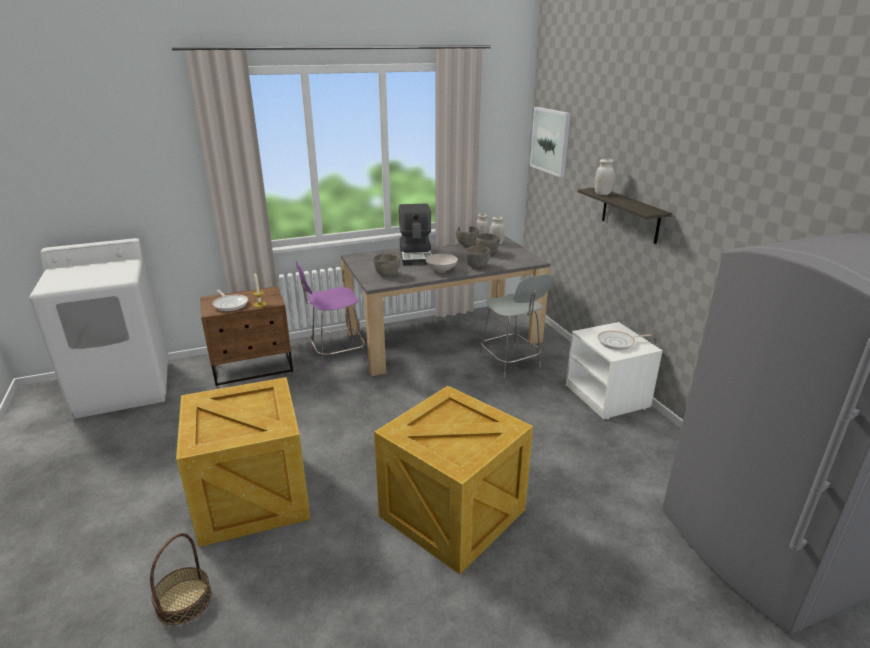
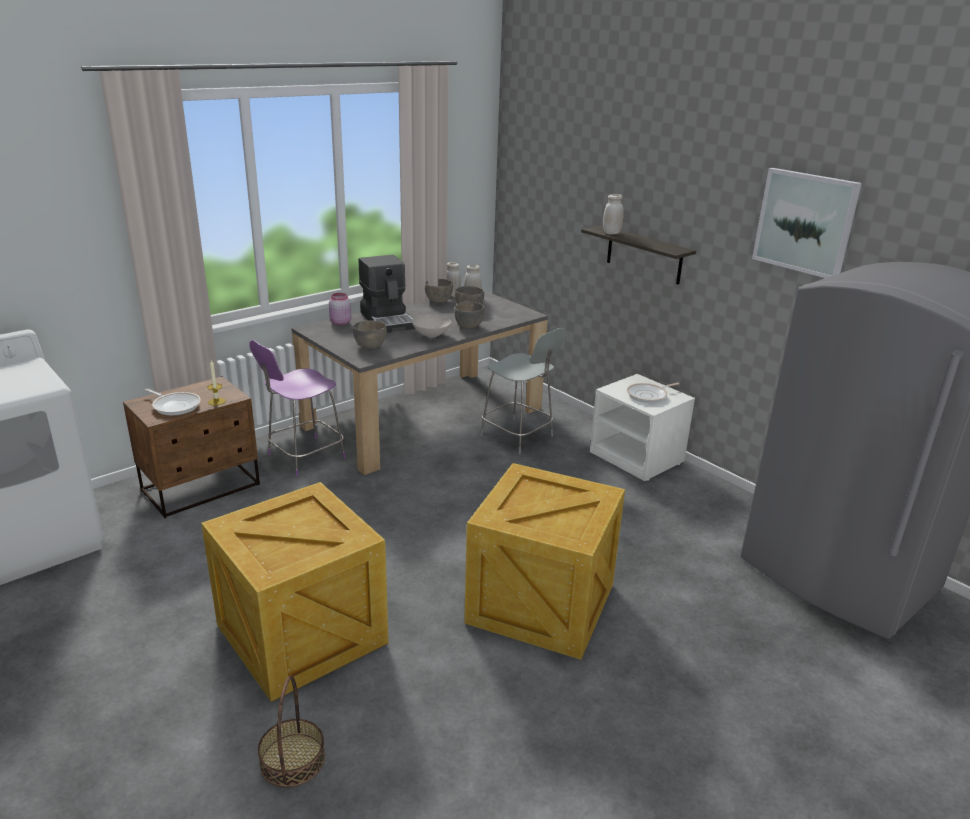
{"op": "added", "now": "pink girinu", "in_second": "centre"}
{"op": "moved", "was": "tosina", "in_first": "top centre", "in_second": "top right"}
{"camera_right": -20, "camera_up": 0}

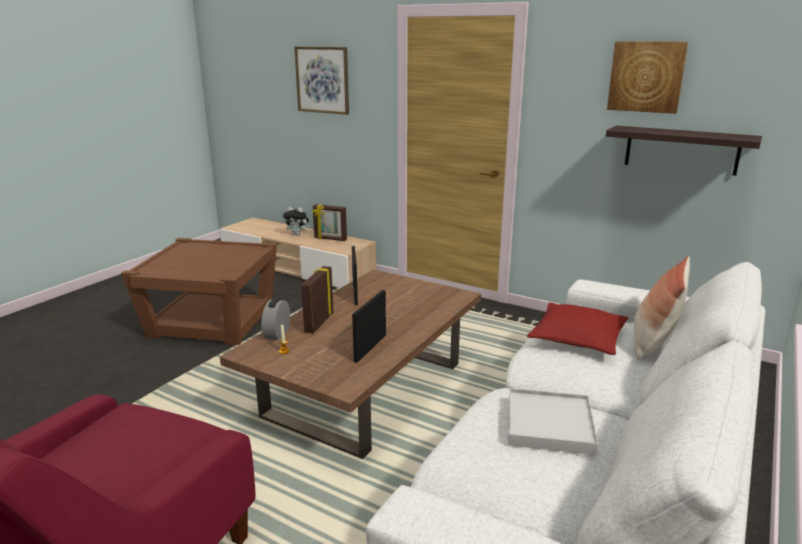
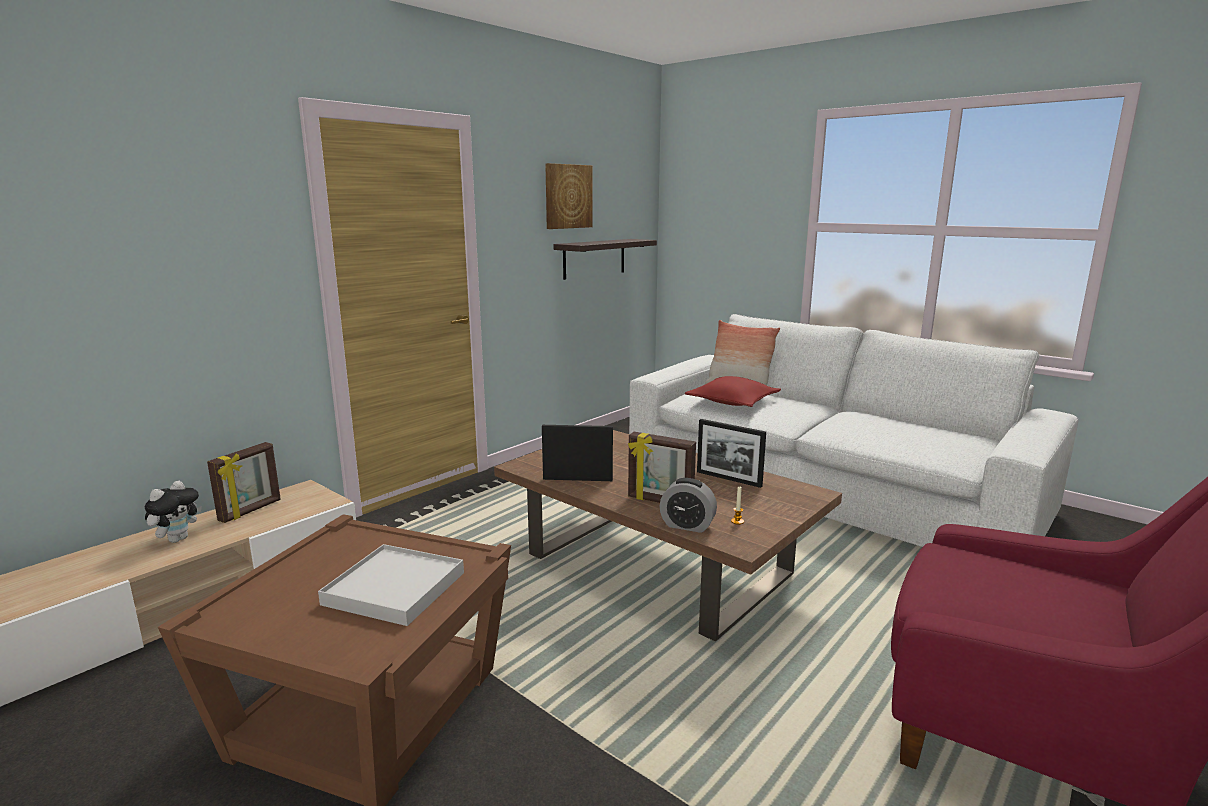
{"op": "removed", "was": "tosina (1st from left)", "in_first": "top centre"}
{"op": "moved", "was": "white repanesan", "in_first": "bottom right", "in_second": "bottom left"}
{"camera_right": -80, "camera_up": -5}

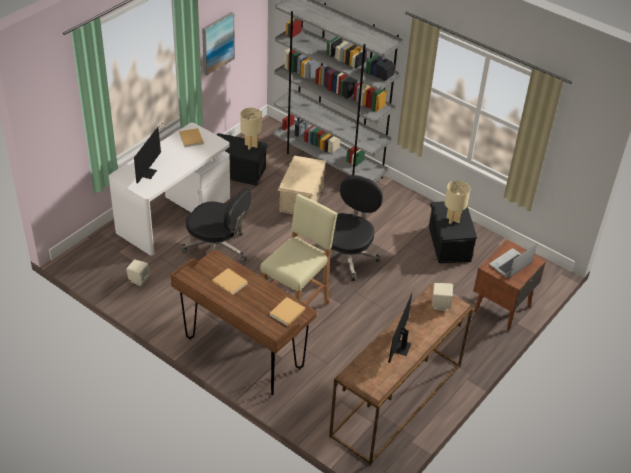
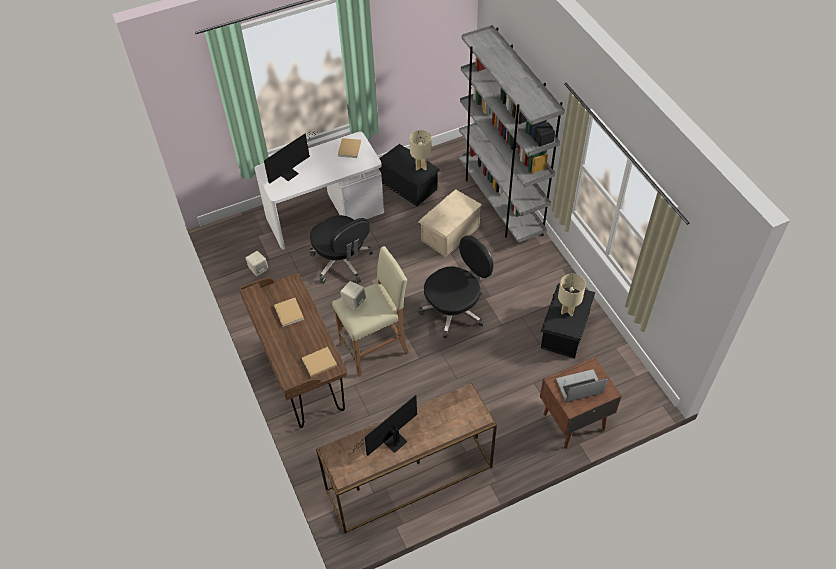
{"op": "removed", "was": "tosina", "in_first": "top centre"}
{"op": "moved", "was": "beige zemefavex (2nd from left)", "in_first": "middle right", "in_second": "centre"}
{"camera_right": 30, "camera_up": 10}

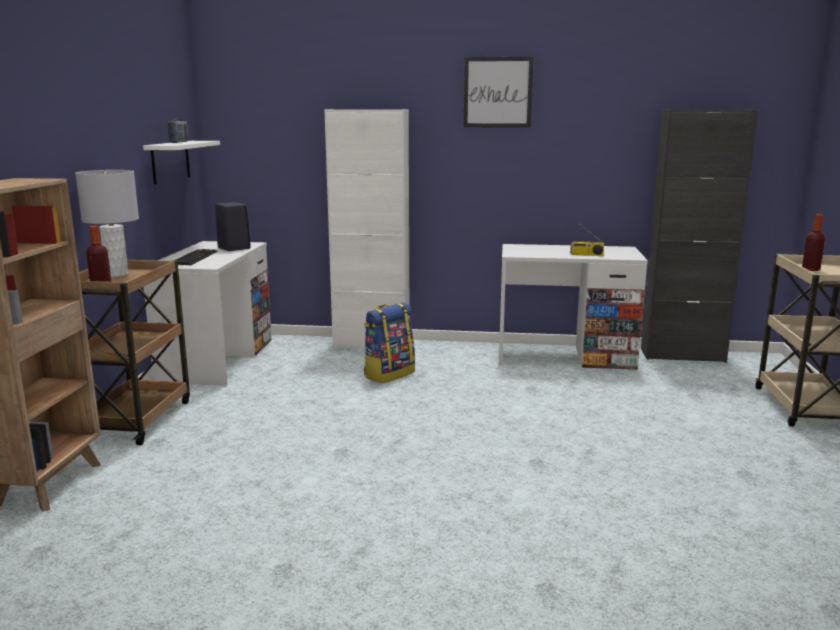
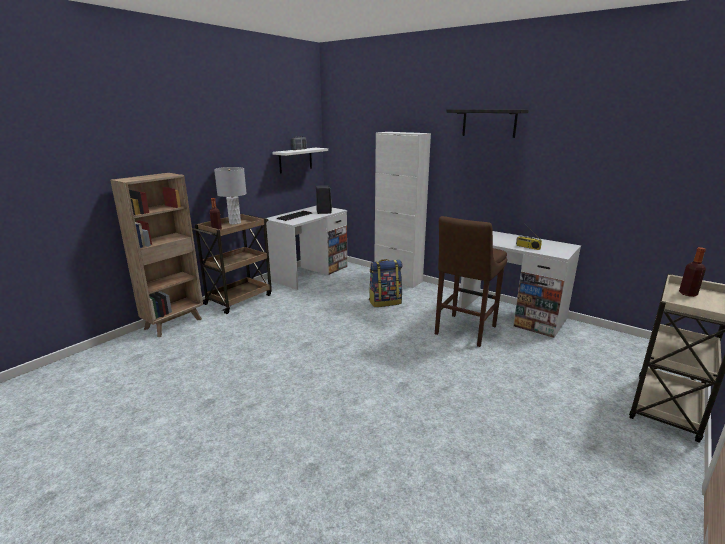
{"op": "removed", "was": "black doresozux", "in_first": "middle right"}
{"op": "added", "now": "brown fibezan", "in_second": "centre"}
{"op": "replaced", "was": "tosina", "now": "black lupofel", "in_first": "top centre", "in_second": "top right"}
{"camera_right": 30, "camera_up": 5}

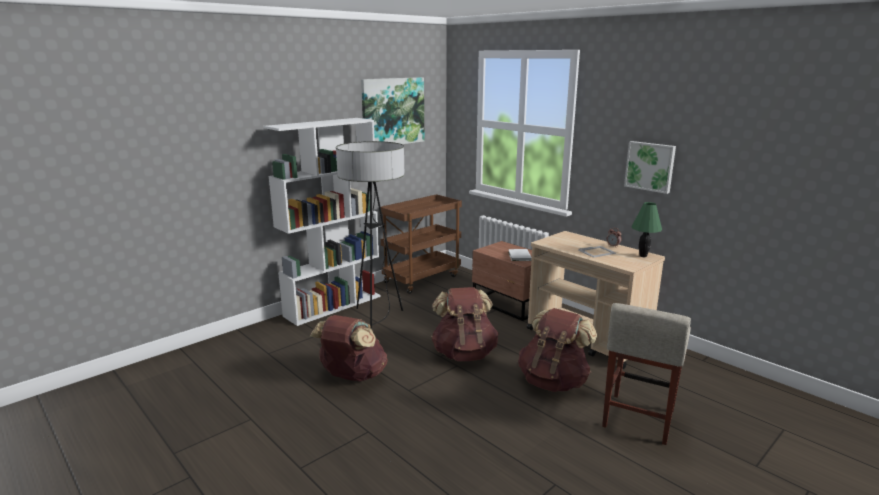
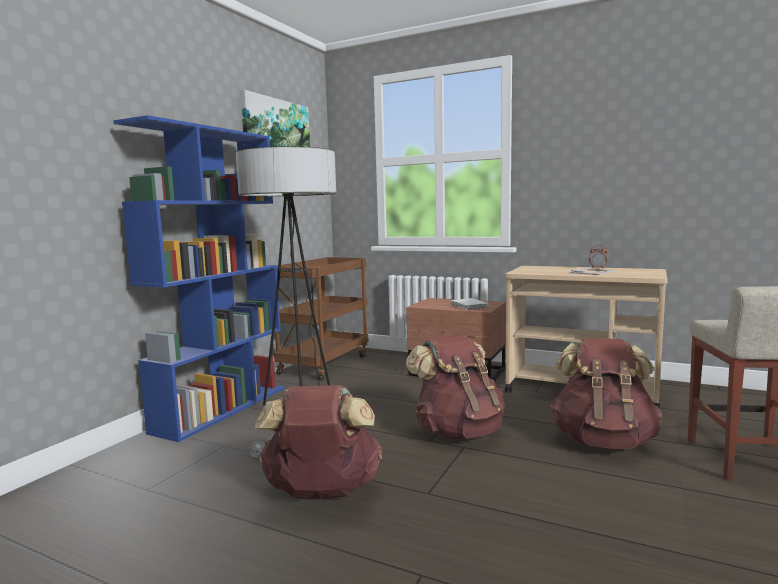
{"op": "removed", "was": "tosina (2nd from left)", "in_first": "middle right"}
{"op": "removed", "was": "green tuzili", "in_first": "middle right"}
{"op": "recoloured", "was": "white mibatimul", "now": "blue mibatimul", "in_first": "centre", "in_second": "middle left"}
{"camera_right": -20, "camera_up": -10}

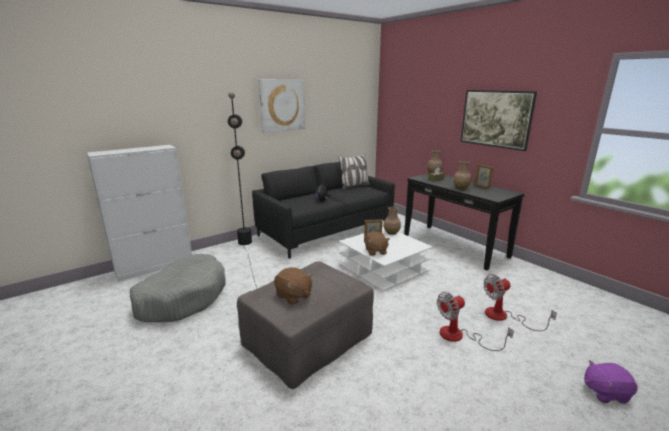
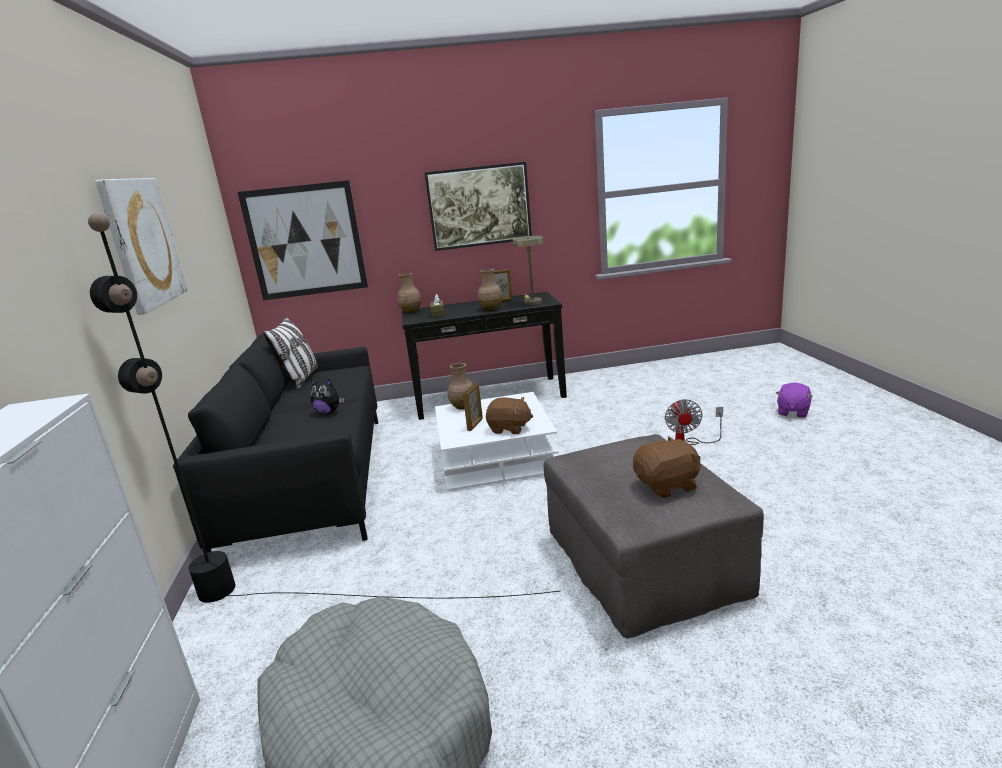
{"op": "removed", "was": "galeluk (2nd from left)", "in_first": "bottom right"}
{"op": "added", "now": "tosina (2nd from left)", "in_second": "top left"}
{"op": "added", "now": "beige tuzili", "in_second": "centre"}
{"camera_right": -60, "camera_up": 0}

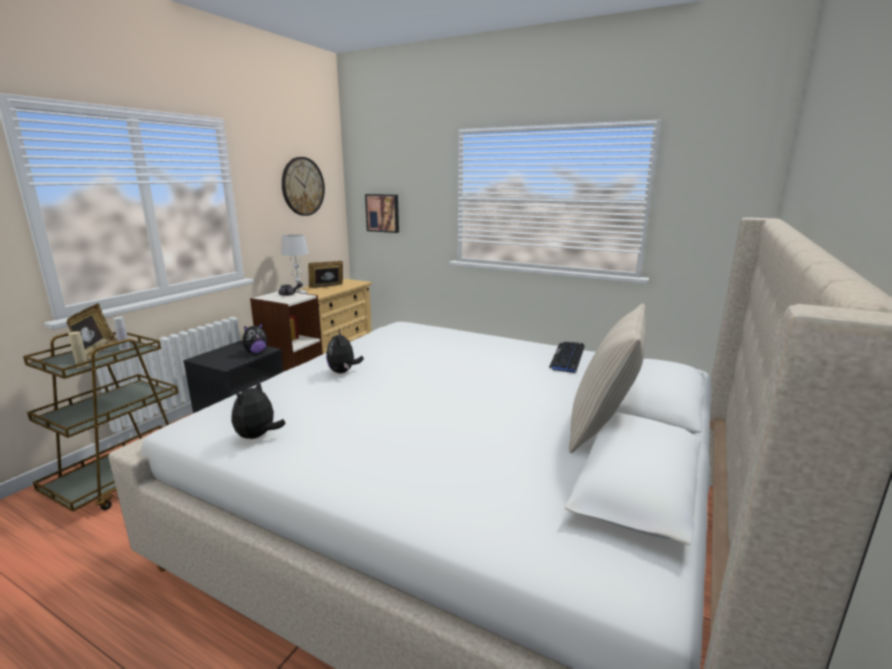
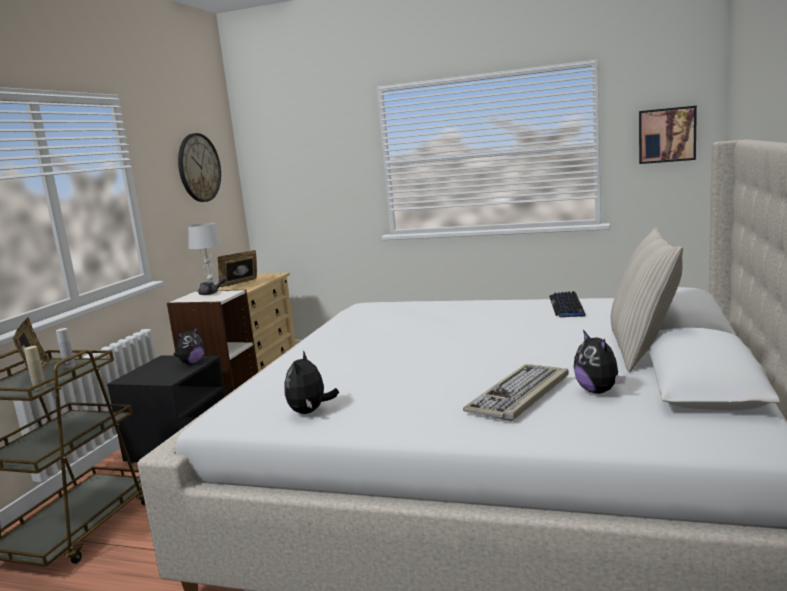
{"op": "added", "now": "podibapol (1st from left)", "in_second": "centre"}
{"op": "moved", "was": "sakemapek (3rd from left)", "in_first": "centre", "in_second": "middle right"}
{"op": "moved", "was": "tosina", "in_first": "top centre", "in_second": "top right"}
{"camera_right": -10, "camera_up": -5}

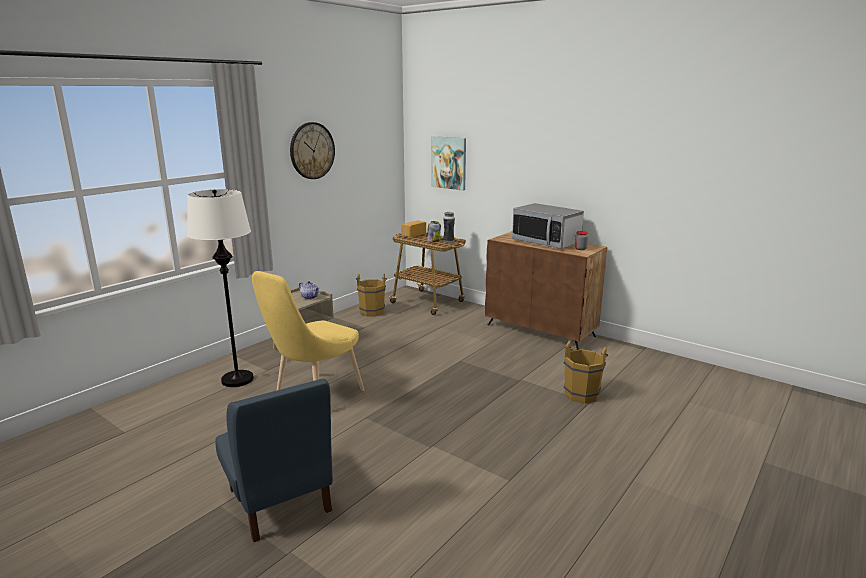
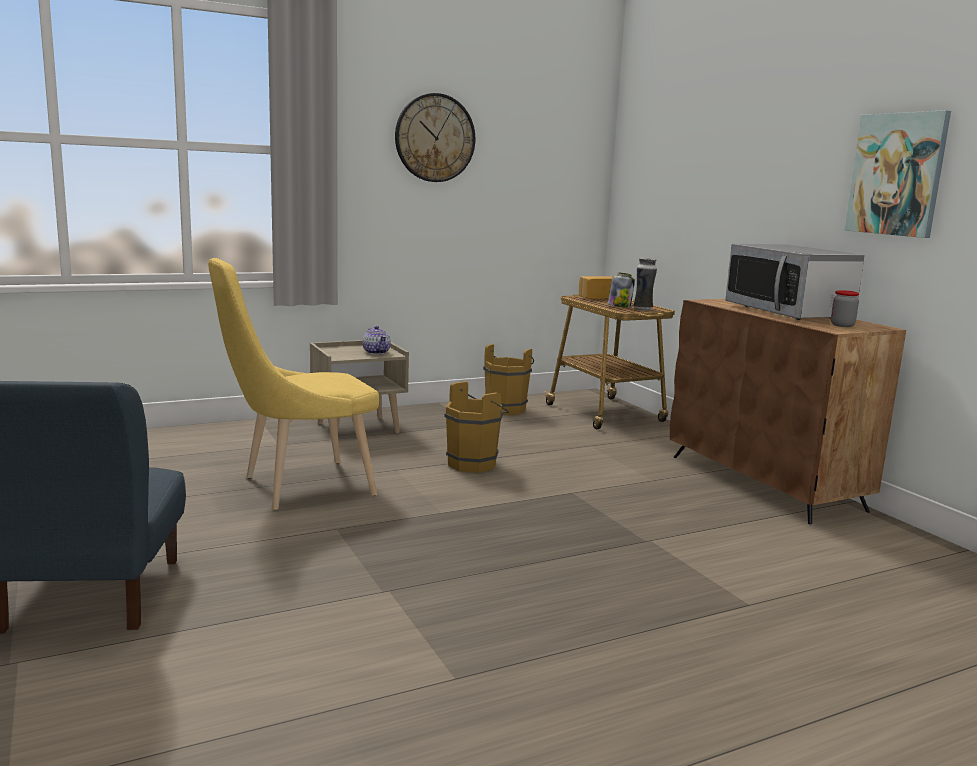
{"op": "removed", "was": "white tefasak", "in_first": "middle left"}
{"op": "moved", "was": "tosina", "in_first": "top centre", "in_second": "top right"}
{"op": "moved", "was": "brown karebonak (2nd from left in the first image)", "now": "brown karebonak (1st from left)", "in_first": "middle right", "in_second": "centre"}
{"camera_right": 25, "camera_up": -5}

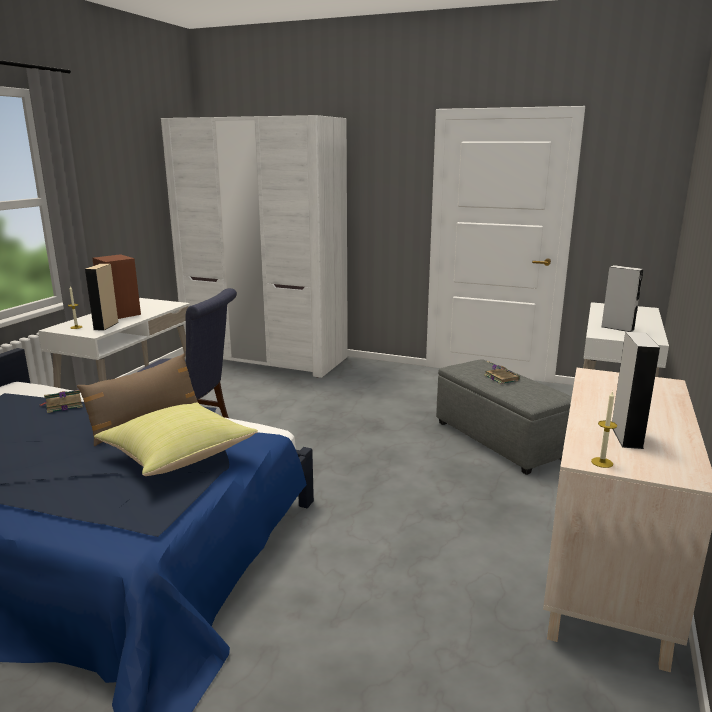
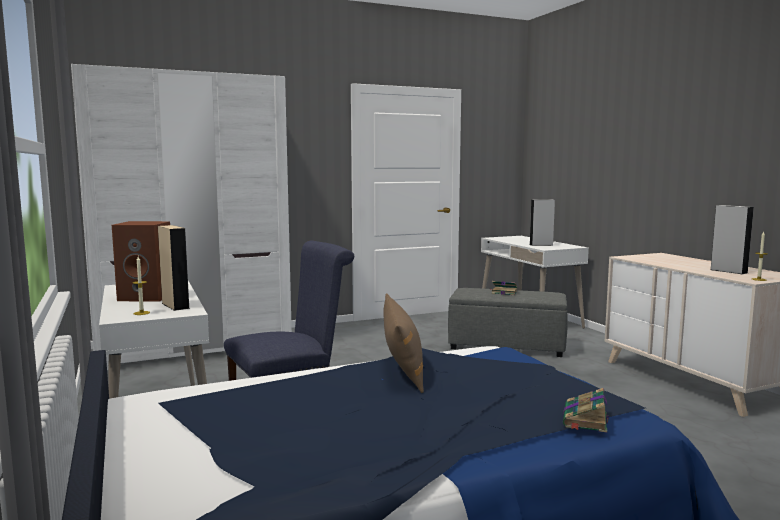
{"op": "removed", "was": "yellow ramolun", "in_first": "middle left"}
{"op": "moved", "was": "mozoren (1st from left in the first image)", "now": "mozoren (2nd from left)", "in_first": "middle left", "in_second": "bottom right"}
{"camera_right": -45, "camera_up": -10}

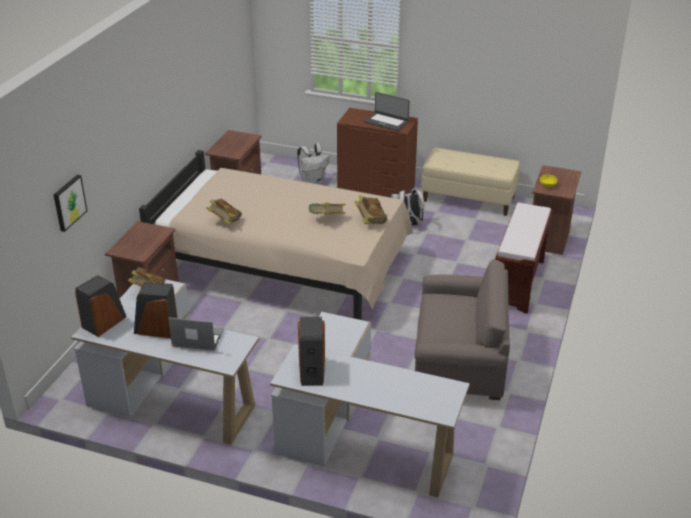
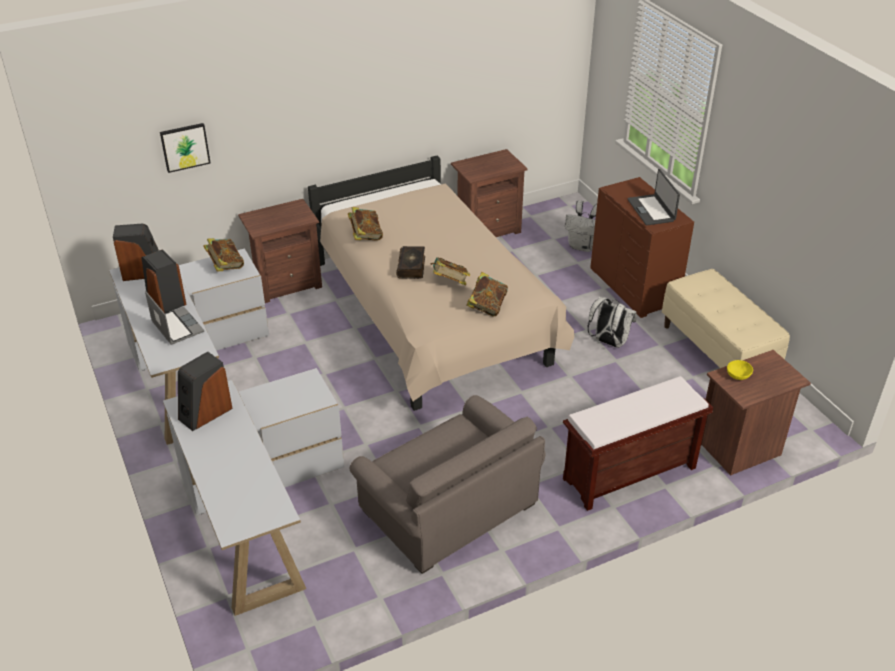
{"op": "added", "now": "mozoren (3rd from left)", "in_second": "centre"}
{"camera_right": 45, "camera_up": 5}

